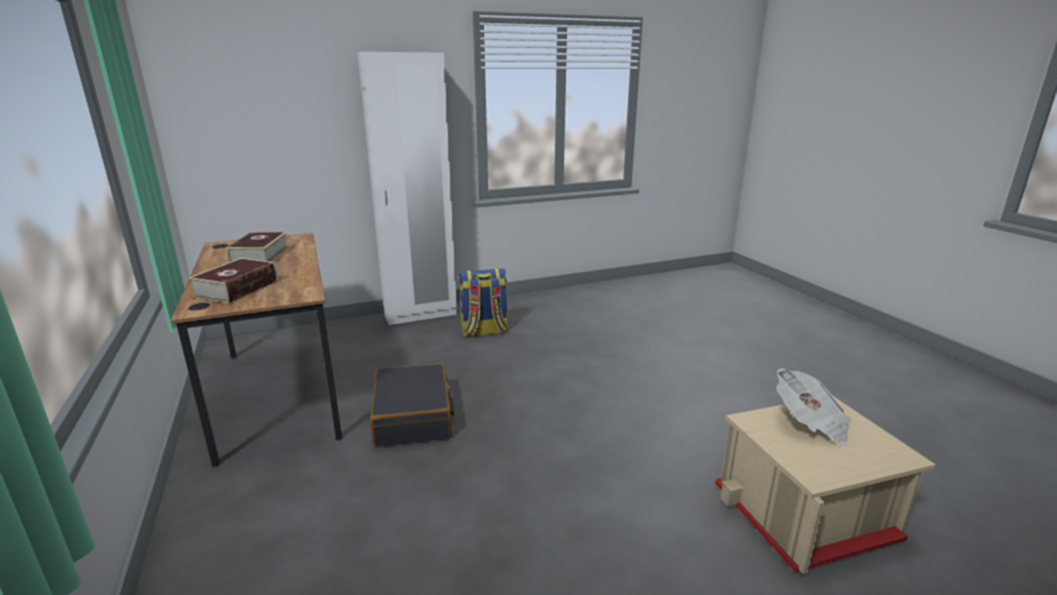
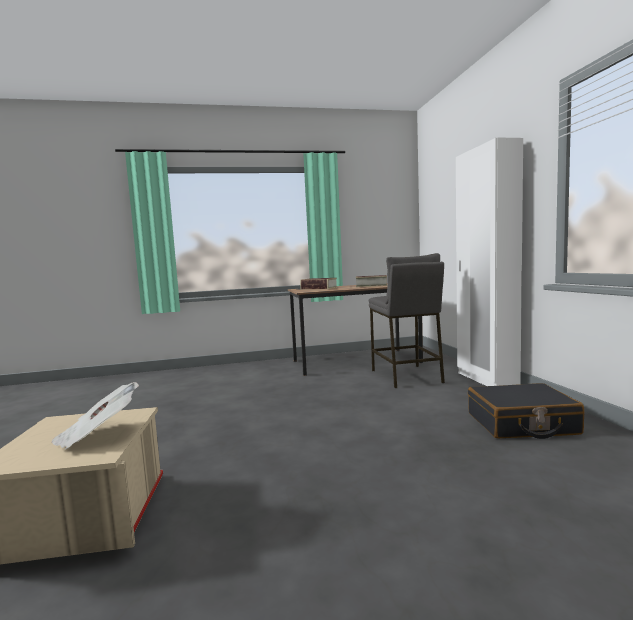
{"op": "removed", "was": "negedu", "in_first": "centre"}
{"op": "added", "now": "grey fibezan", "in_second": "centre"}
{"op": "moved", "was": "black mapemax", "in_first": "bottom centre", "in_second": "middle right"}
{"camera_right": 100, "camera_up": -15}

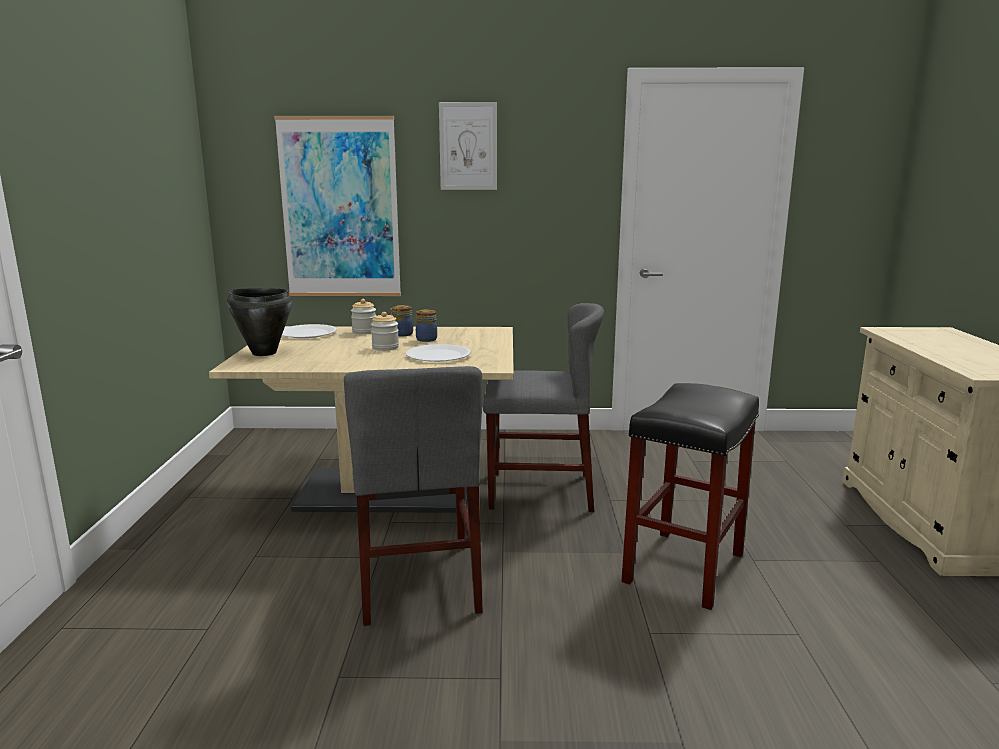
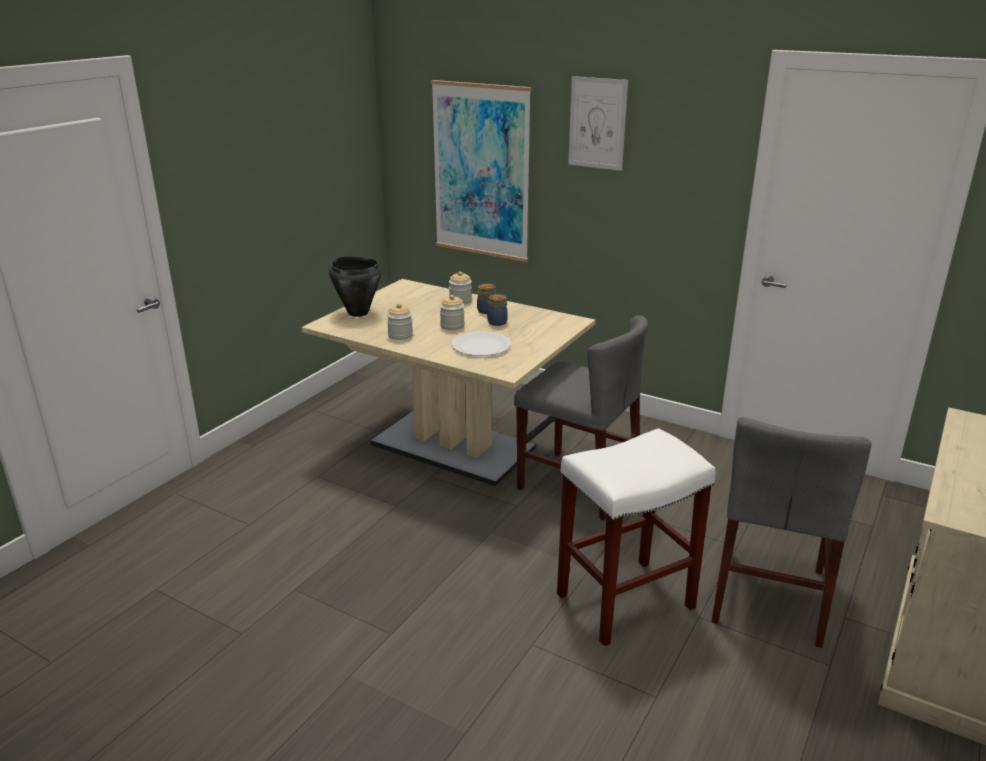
{"op": "removed", "was": "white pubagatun (1st from left)", "in_first": "middle left"}
{"op": "added", "now": "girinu (1st from left)", "in_second": "centre"}
{"op": "moved", "was": "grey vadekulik (1st from left in the first image)", "now": "grey vadekulik (2nd from left)", "in_first": "centre", "in_second": "bottom right"}
{"op": "recoloured", "was": "black fibezan", "now": "white fibezan", "in_first": "middle right", "in_second": "bottom centre"}
{"camera_right": 30, "camera_up": 10}

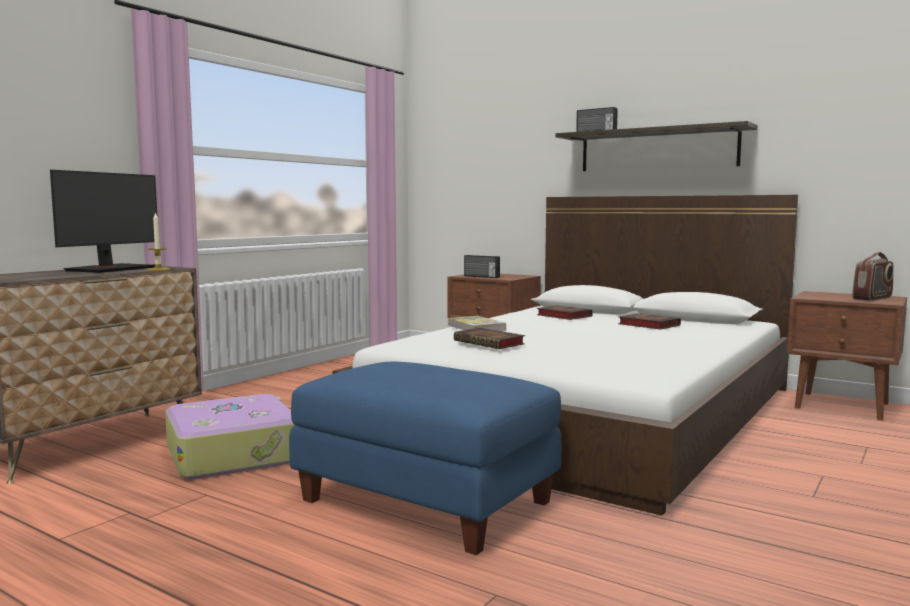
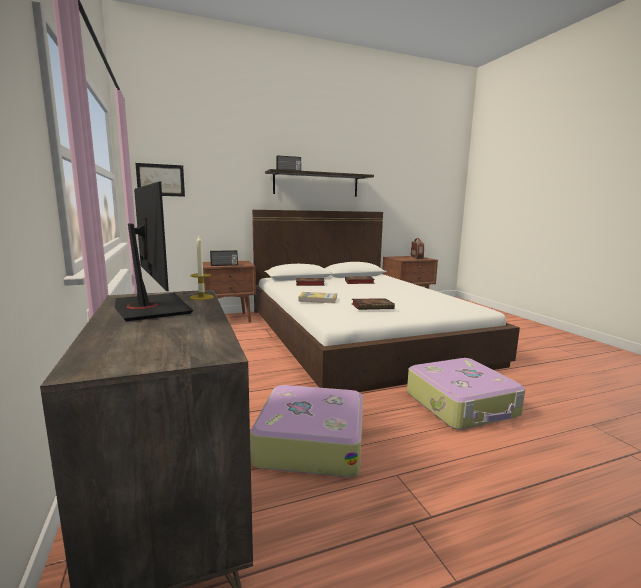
{"op": "added", "now": "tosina", "in_second": "top left"}
{"op": "replaced", "was": "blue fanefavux", "now": "mapemax (2nd from left)", "in_first": "bottom centre", "in_second": "bottom right"}
{"camera_right": -55, "camera_up": 5}

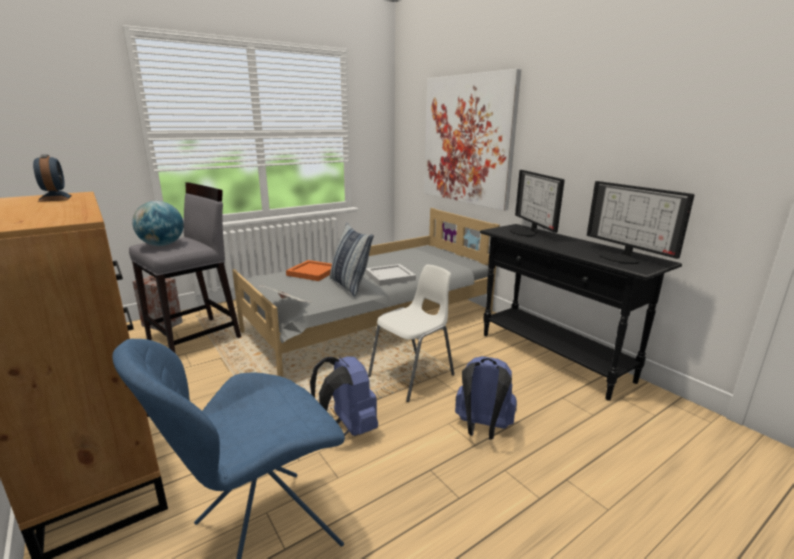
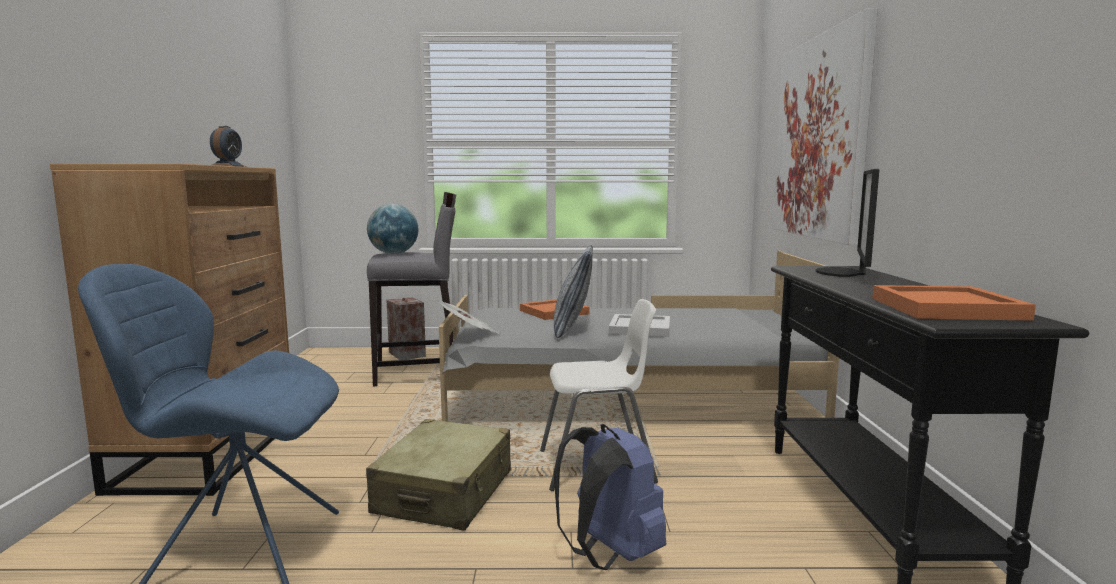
{"op": "replaced", "was": "blue negedu (1st from left)", "now": "beige mapemax", "in_first": "bottom centre", "in_second": "bottom centre"}
{"op": "replaced", "was": "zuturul (2nd from left)", "now": "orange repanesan (2nd from left)", "in_first": "middle right", "in_second": "middle right"}
{"camera_right": 35, "camera_up": -10}

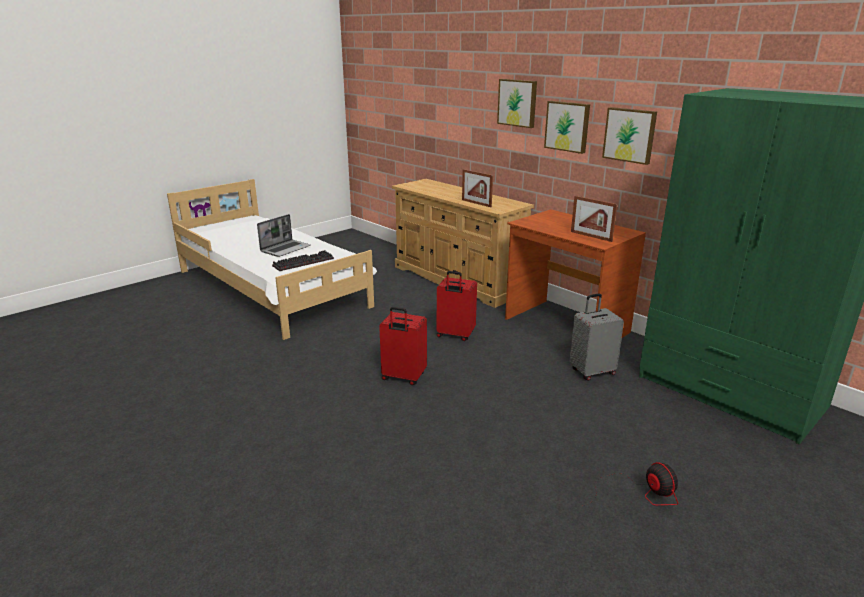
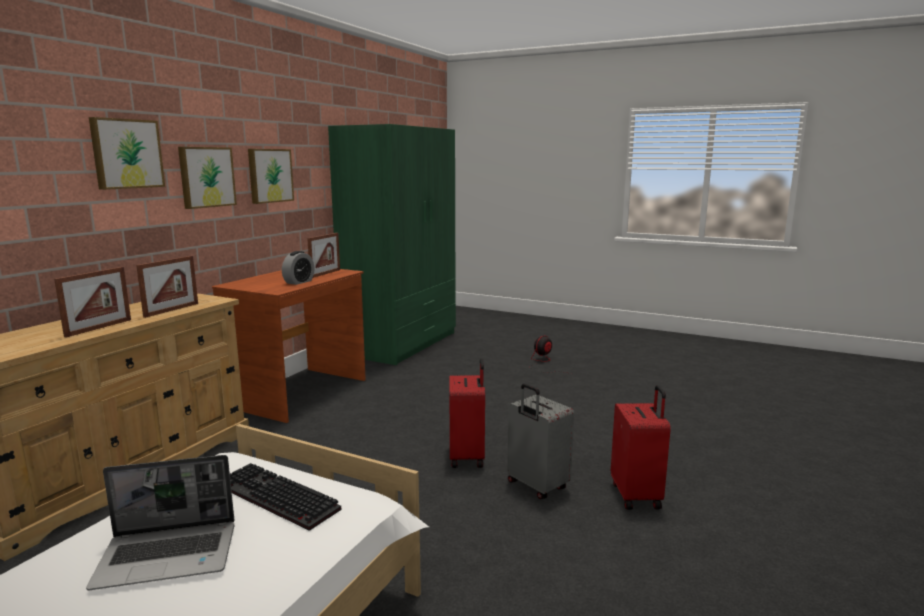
{"op": "added", "now": "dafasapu (1st from left)", "in_second": "middle left"}
{"op": "added", "now": "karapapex", "in_second": "middle left"}
{"op": "moved", "was": "red mapemax (2nd from left)", "in_first": "centre", "in_second": "bottom right"}
{"op": "moved", "was": "grey mapemax", "in_first": "middle right", "in_second": "bottom centre"}
{"op": "turned", "was": "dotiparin", "in_first": "middle left", "in_second": "bottom left", "clockwise": 150}
{"camera_right": -110, "camera_up": -10}

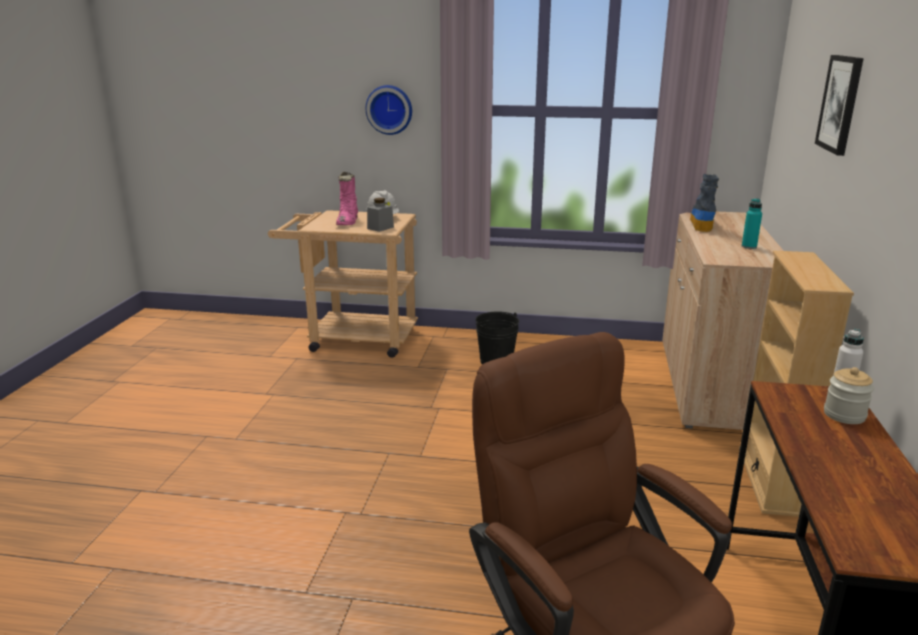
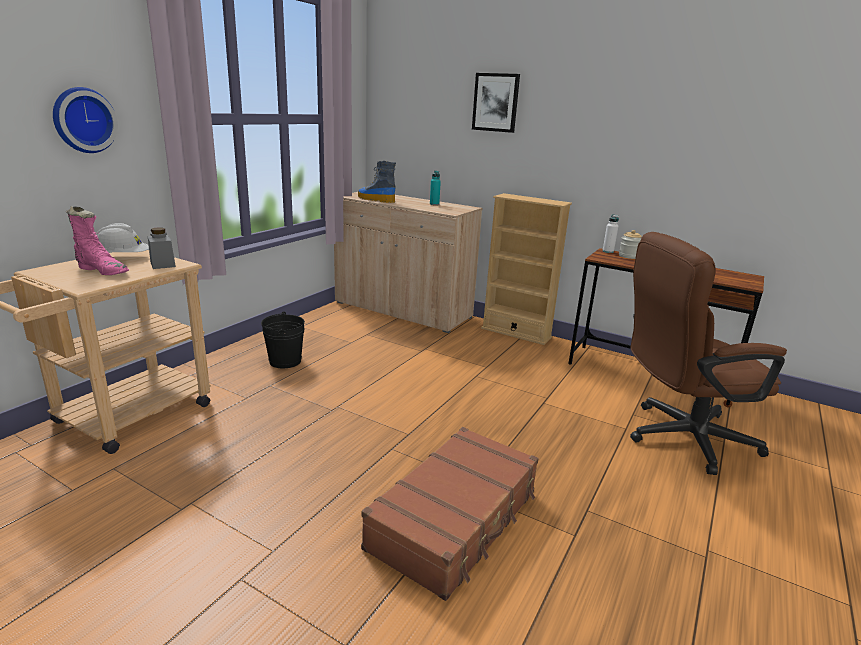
{"op": "added", "now": "brown mapemax", "in_second": "bottom centre"}
{"camera_right": -70, "camera_up": 0}

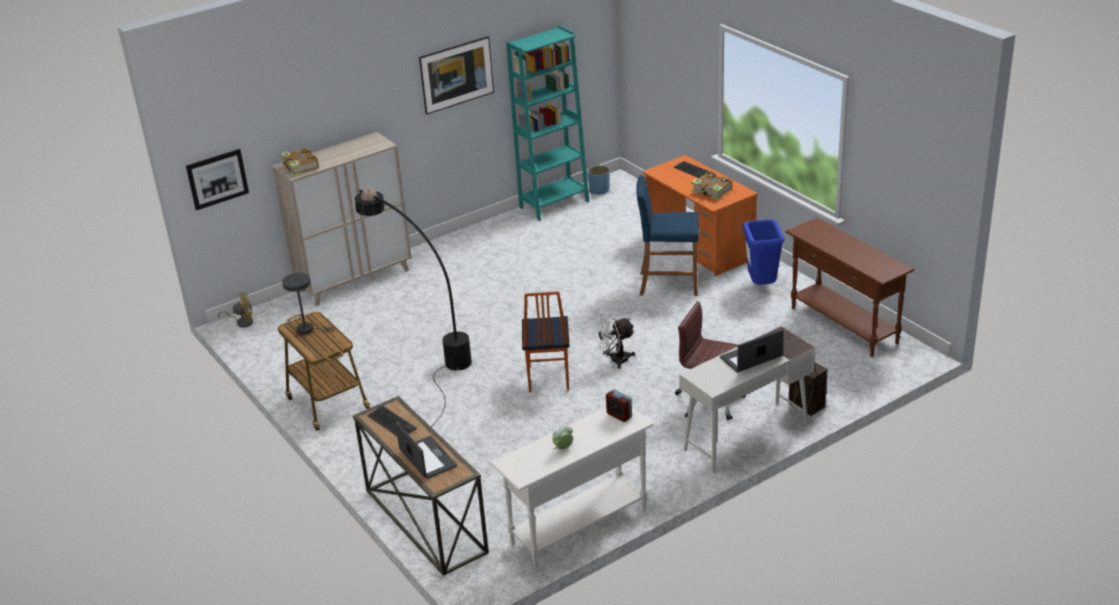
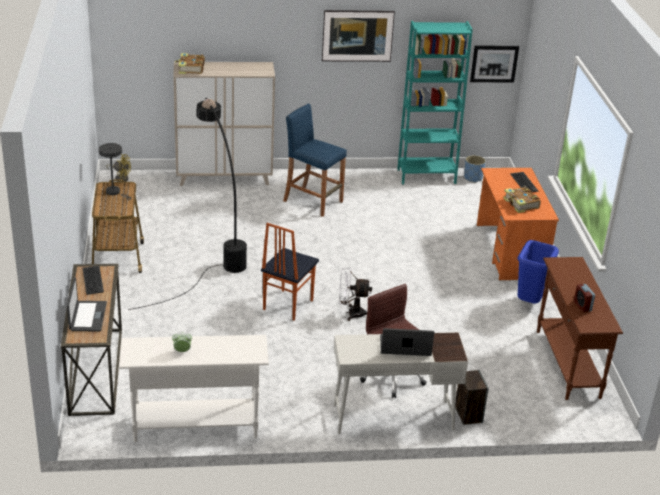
{"op": "moved", "was": "tosina (1st from left in the first image)", "now": "tosina (2nd from left)", "in_first": "top left", "in_second": "top right"}
{"op": "moved", "was": "karapapex (2nd from left)", "in_first": "bottom centre", "in_second": "middle right"}
{"op": "moved", "was": "blue fibezan", "in_first": "centre", "in_second": "top centre"}
{"camera_right": 25, "camera_up": 0}

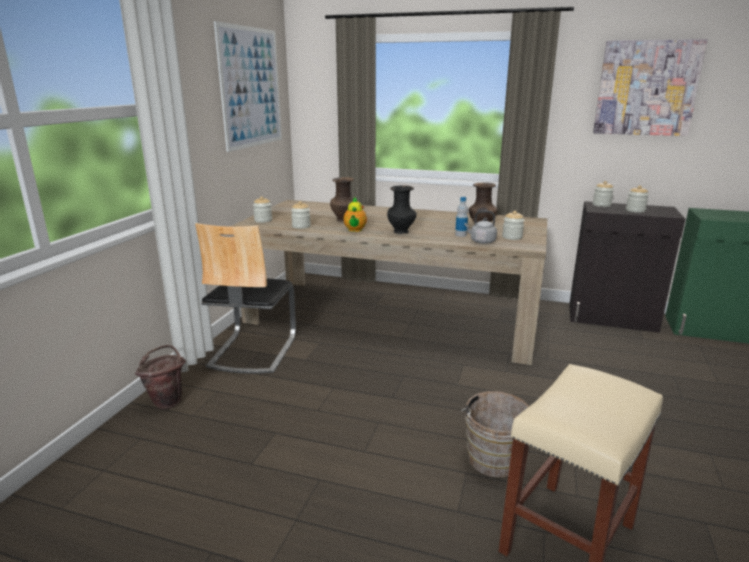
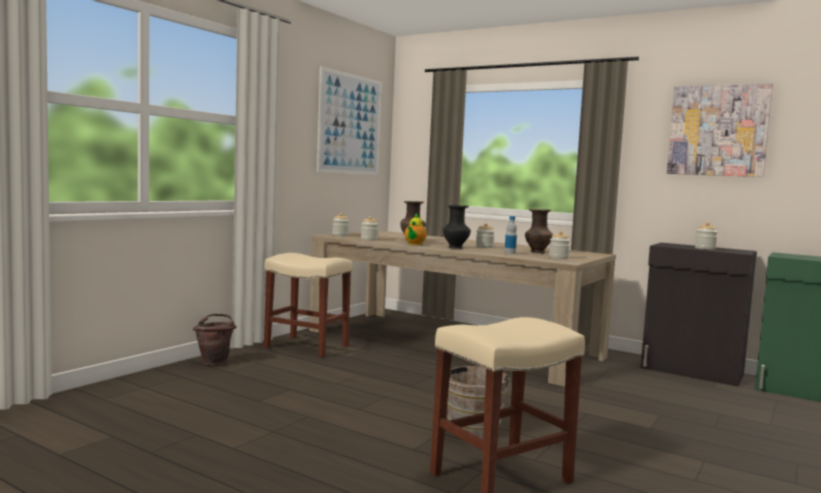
{"op": "removed", "was": "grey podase", "in_first": "centre"}
{"op": "moved", "was": "girinu (4th from left in the first image)", "now": "girinu (3rd from left)", "in_first": "middle right", "in_second": "centre"}
{"op": "replaced", "was": "vadekulik", "now": "beige fibezan (1st from left)", "in_first": "middle left", "in_second": "centre"}
{"camera_right": 15, "camera_up": -15}

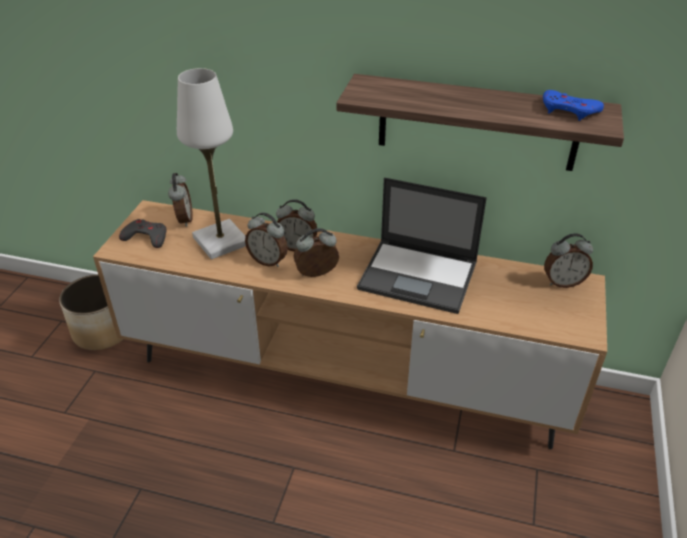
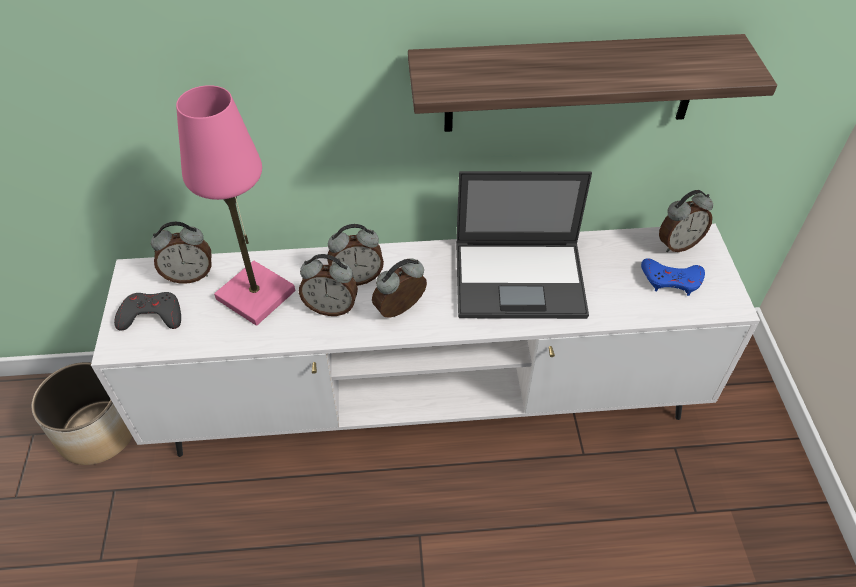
{"op": "moved", "was": "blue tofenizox", "in_first": "top right", "in_second": "middle right"}
{"op": "recoloured", "was": "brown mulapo", "now": "white mulapo", "in_first": "centre", "in_second": "centre"}
{"op": "recoloured", "was": "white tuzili", "now": "pink tuzili", "in_first": "top left", "in_second": "middle left"}
{"op": "turned", "was": "karapapex (1st from left)", "in_first": "middle left", "in_second": "middle left", "clockwise": 105}
{"camera_right": -20, "camera_up": 10}

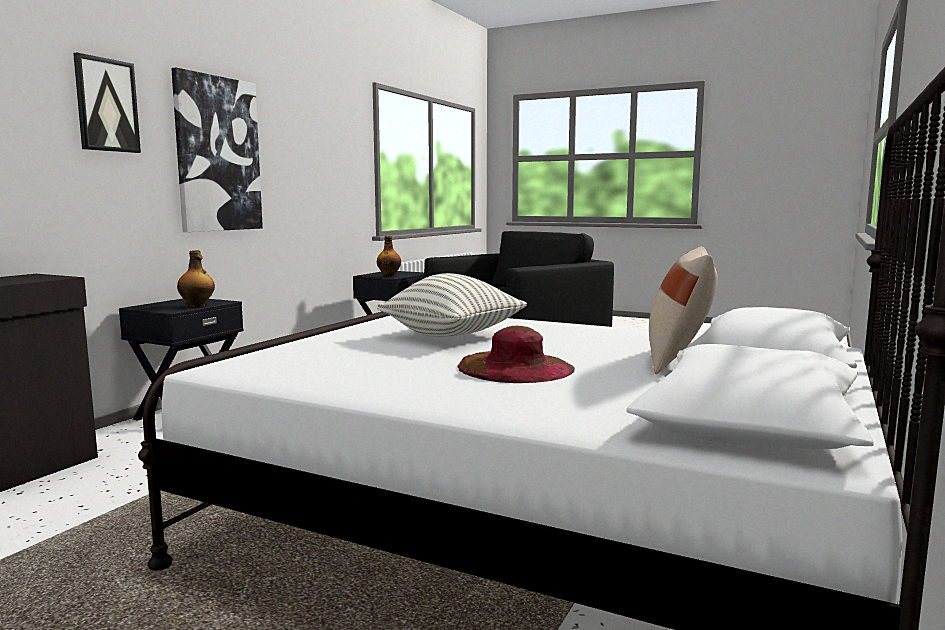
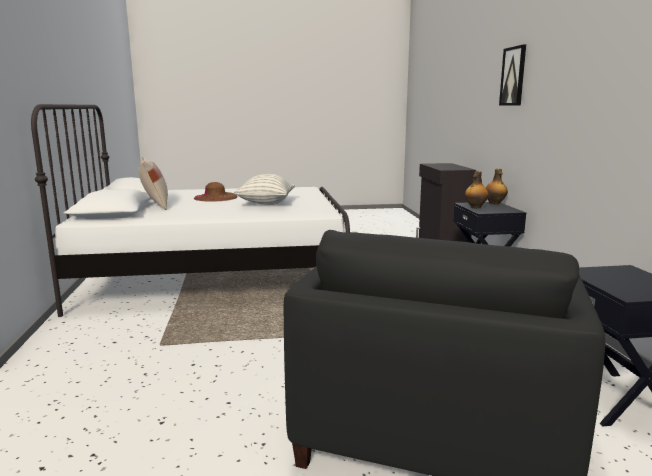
{"op": "removed", "was": "tosina (2nd from left)", "in_first": "top left"}
{"op": "moved", "was": "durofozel (2nd from left)", "in_first": "centre", "in_second": "middle right"}
{"camera_right": 145, "camera_up": 5}

